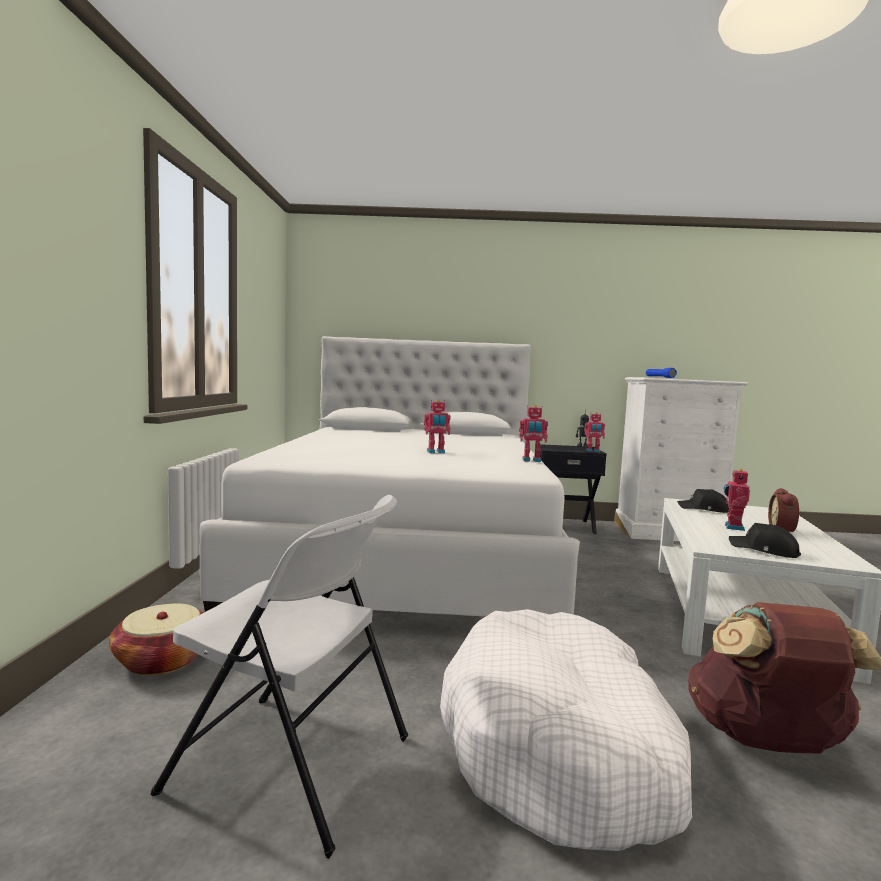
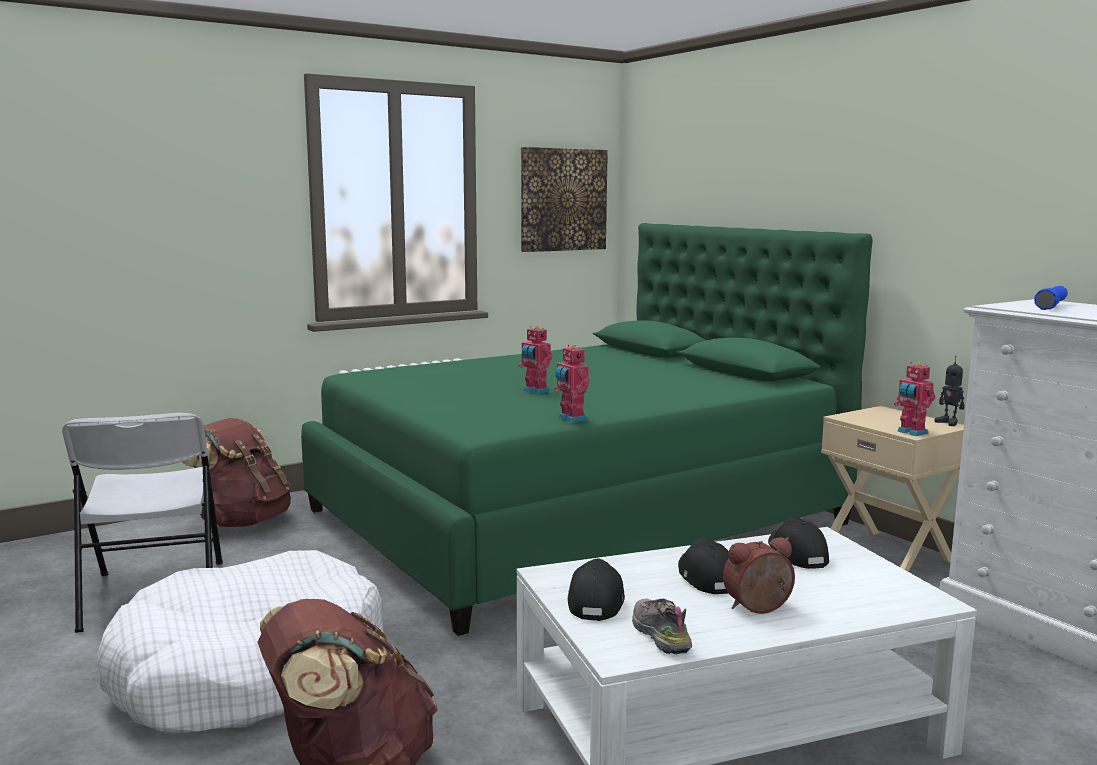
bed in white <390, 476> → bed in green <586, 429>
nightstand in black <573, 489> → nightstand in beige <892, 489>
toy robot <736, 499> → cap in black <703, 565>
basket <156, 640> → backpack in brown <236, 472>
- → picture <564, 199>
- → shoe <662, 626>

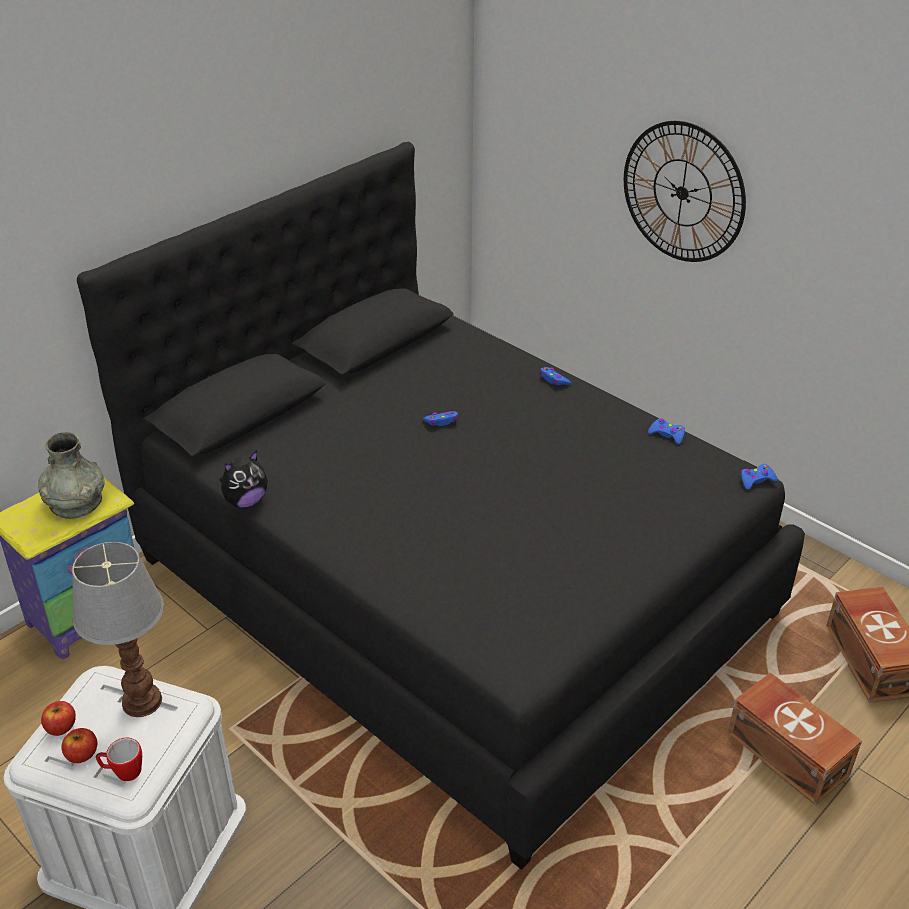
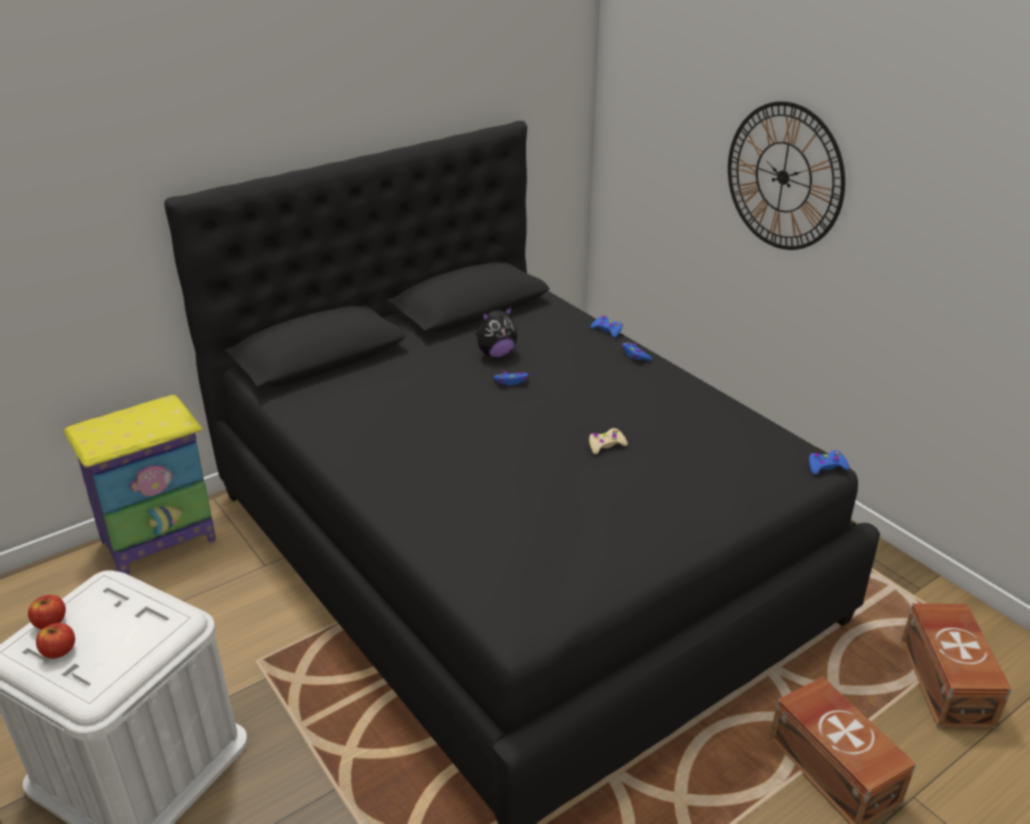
game controller in blue <666, 431> → game controller in blue <606, 327>, moved
vase in grey <71, 475> → -
plush toy <243, 479> → plush toy <497, 332>, moved
table lamp <118, 629> → -
mug <119, 759> → -
- → game controller in beige <608, 441>

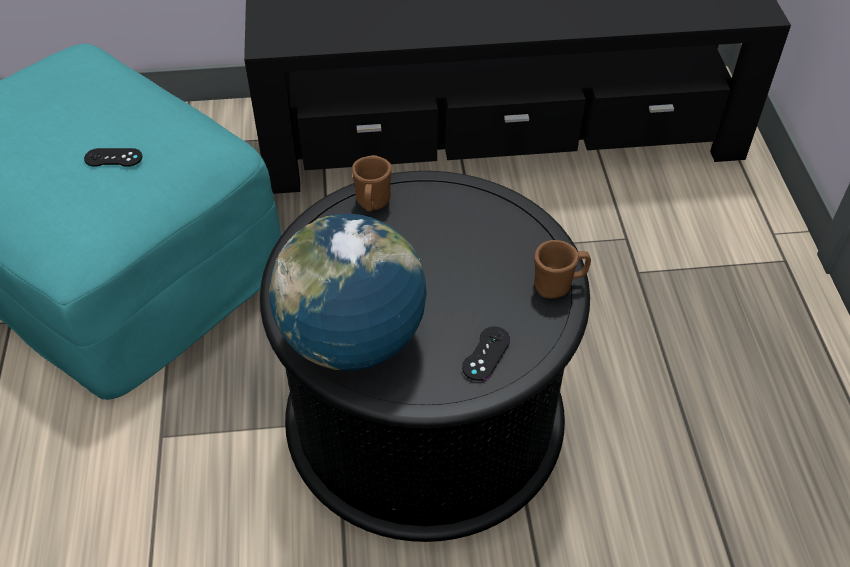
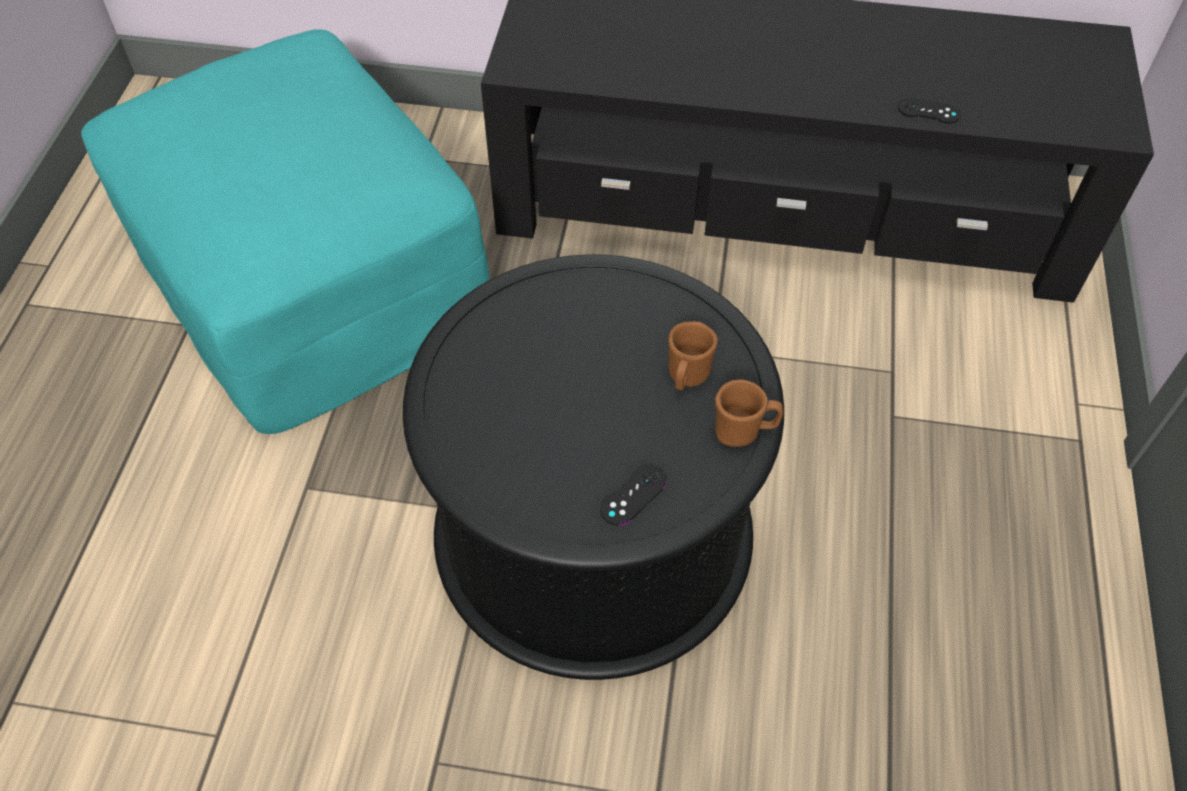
game controller in black <113, 157> → game controller in black <929, 111>, moved
mug in brown <372, 183> → mug in brown <693, 355>, moved
globe <348, 292> → -

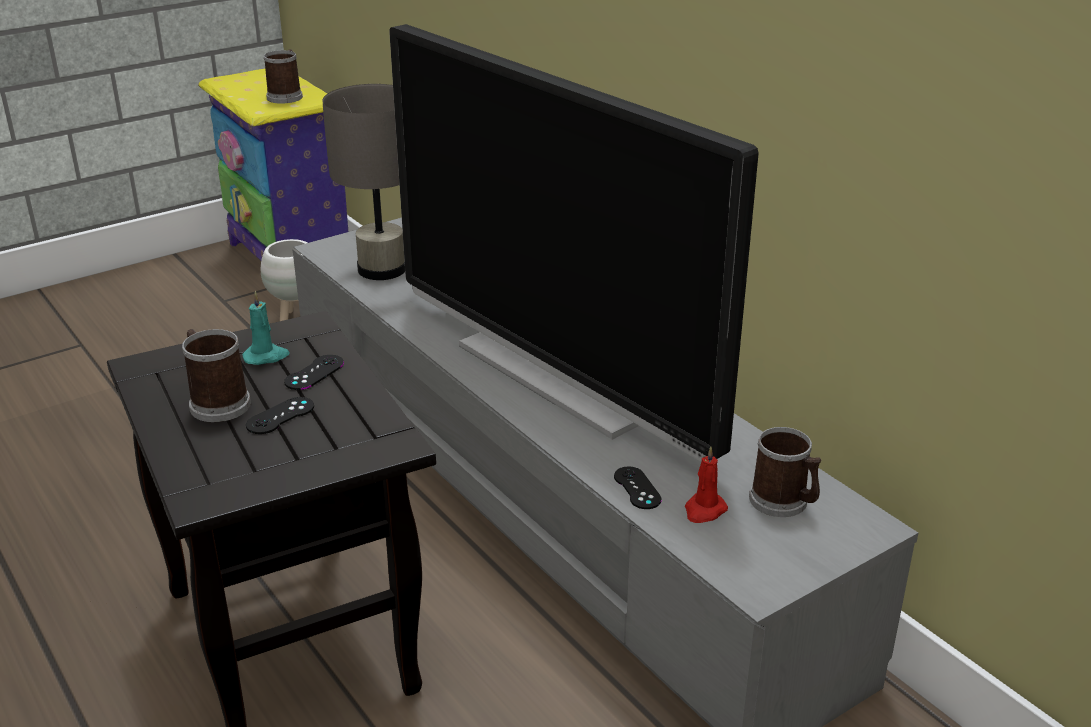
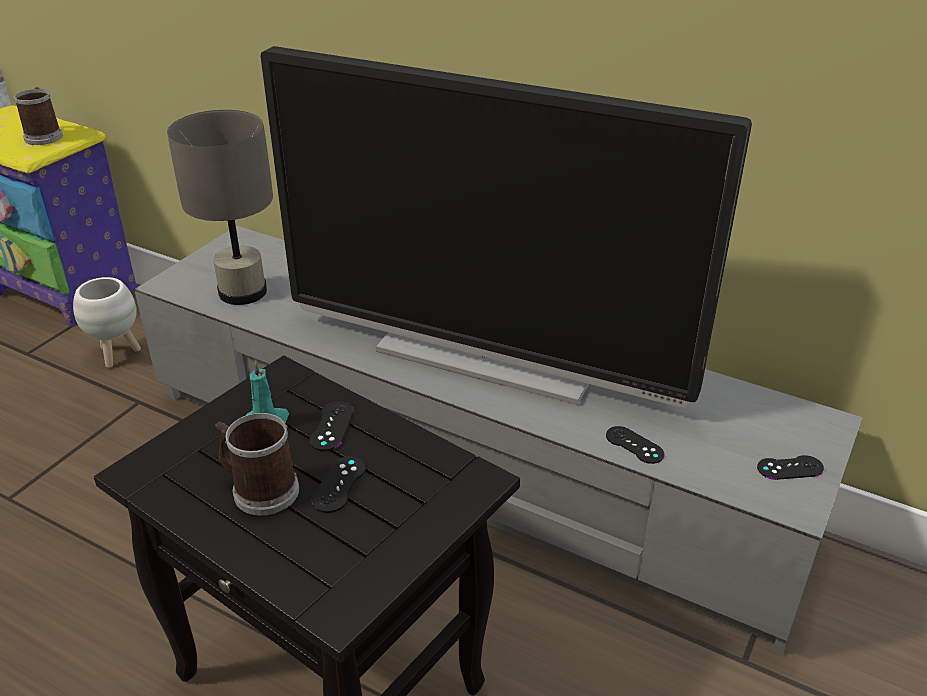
mug <785, 472> → -
candle in red <706, 484> → -
- → game controller in black <790, 467>

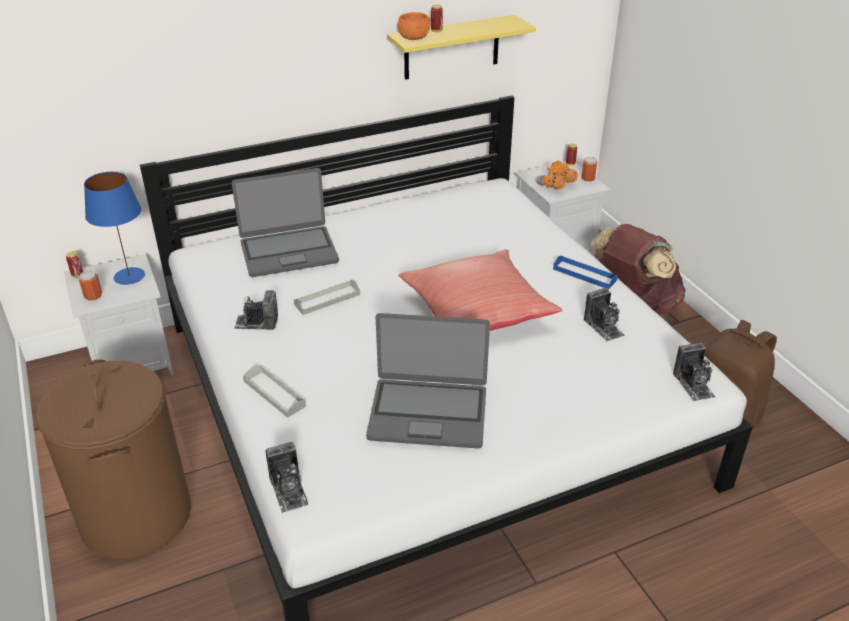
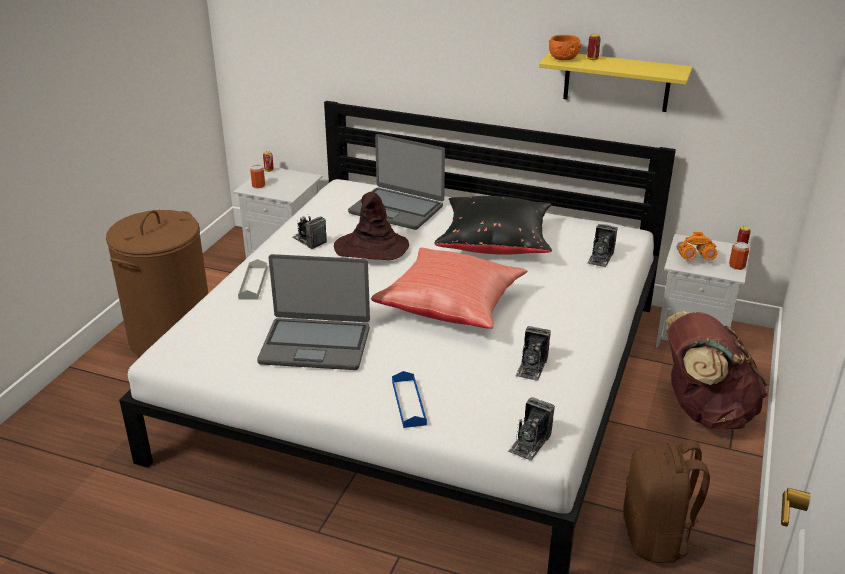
table lamp in blue <114, 228> → -
tray in blue <585, 272> → tray in blue <409, 399>, moved
tray in grey <327, 297> → hat in brown <371, 226>
laptop <428, 380> → laptop <313, 312>, 45 degrees counterclockwise
photo camera <287, 477> → photo camera <602, 245>, moved
- → pillow in black <493, 225>

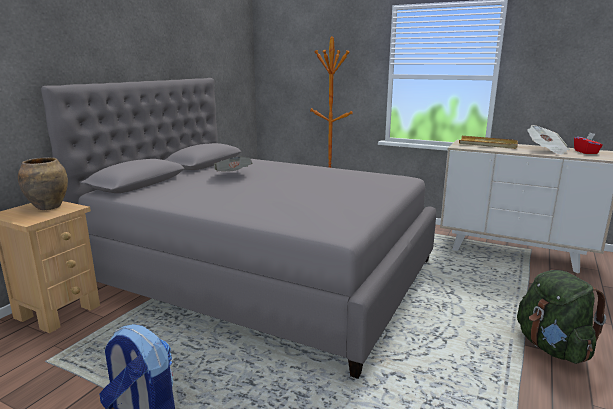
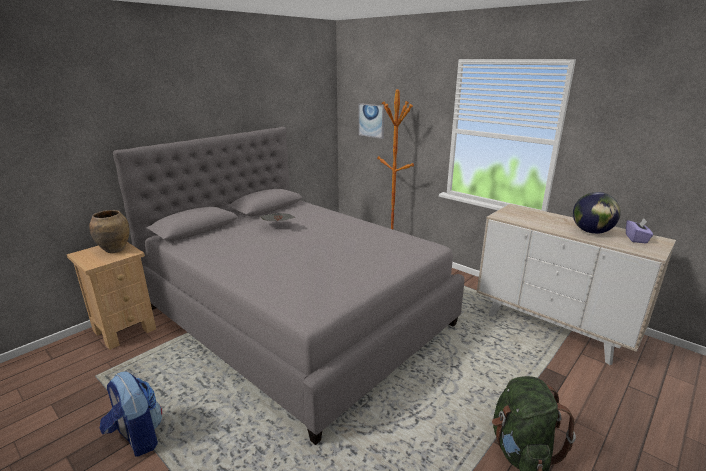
newspaper <548, 140> → globe <597, 213>
tissue box in red <588, 143> → tissue box in purple <639, 231>
tray in beige <488, 142> → -
- → picture <371, 121>

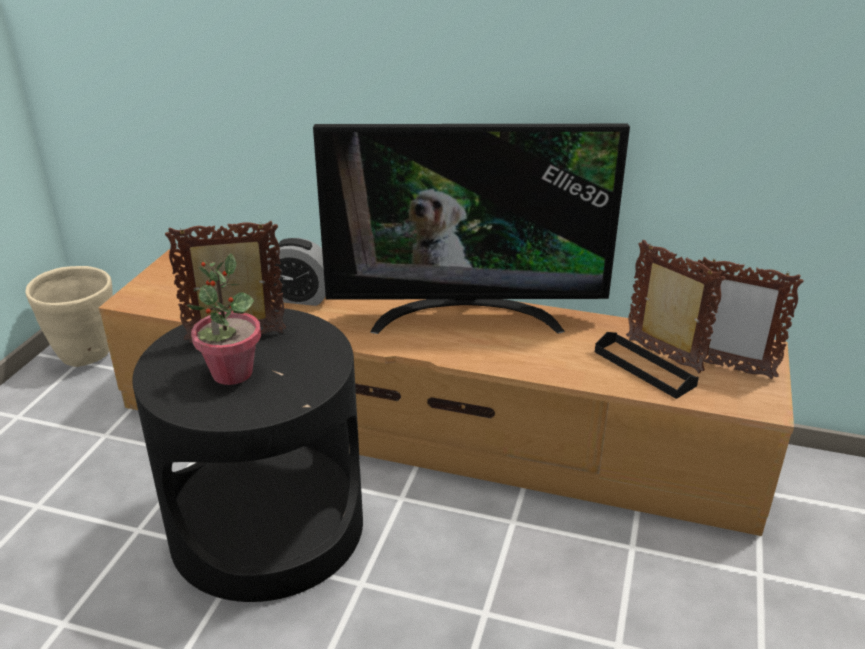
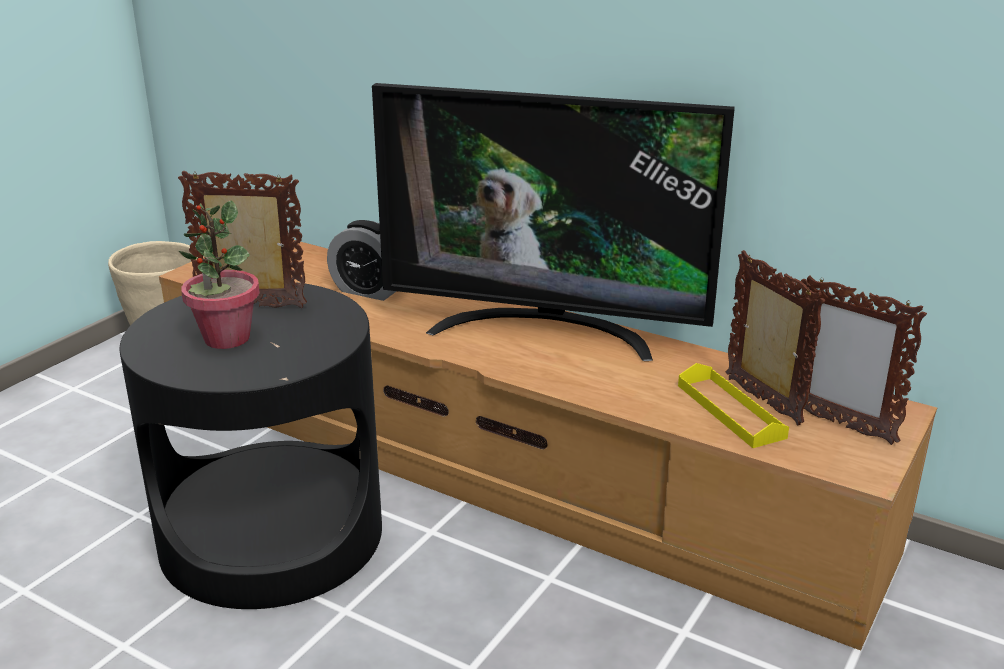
tray in black <647, 365> → tray in yellow <733, 405>

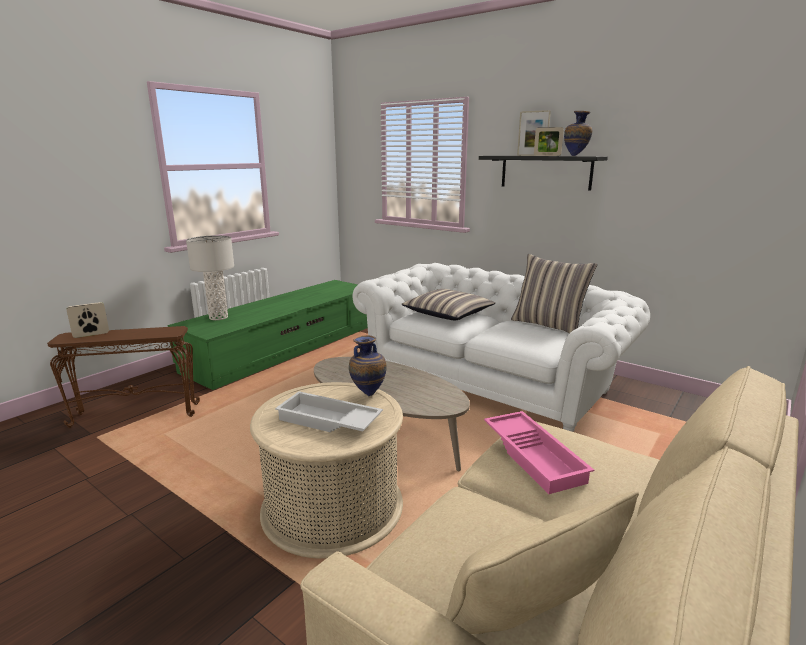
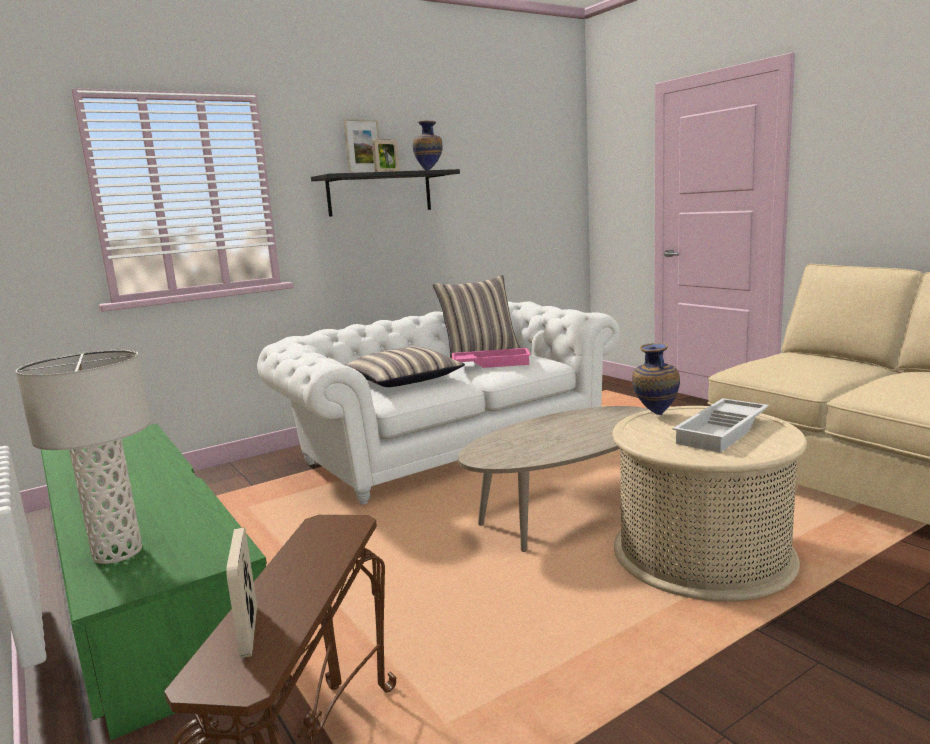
tray in pink <539, 452> → tray in pink <491, 358>, moved

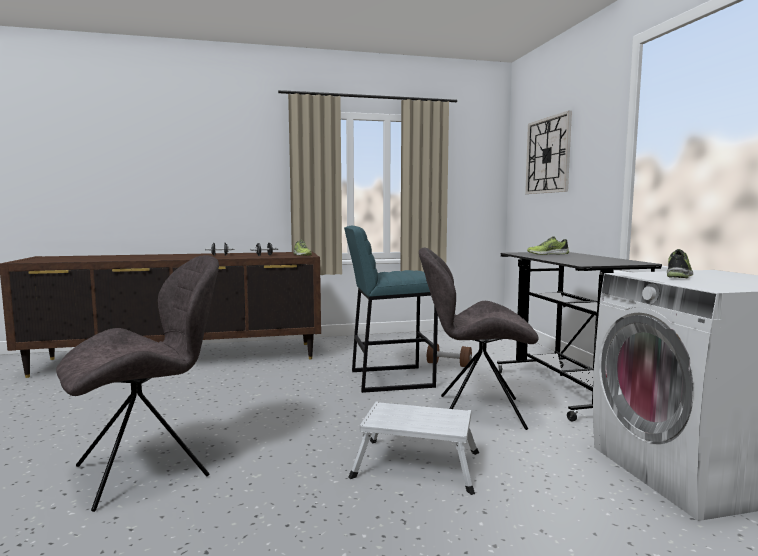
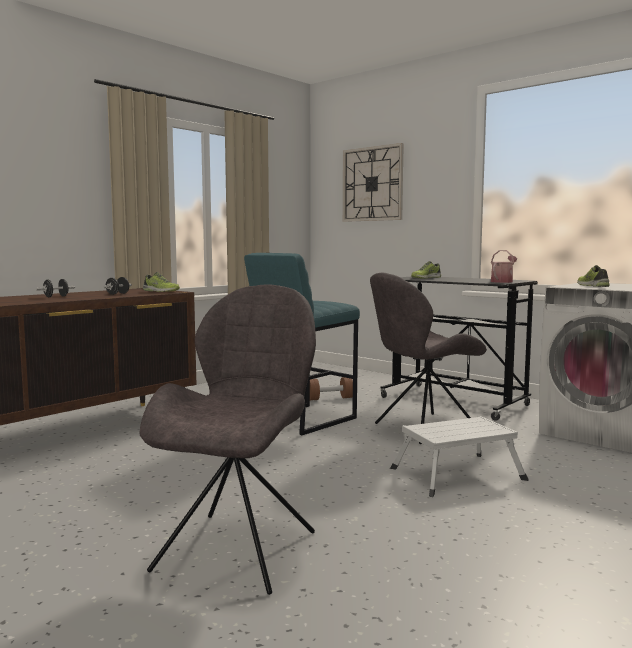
- → watering can <504, 266>

